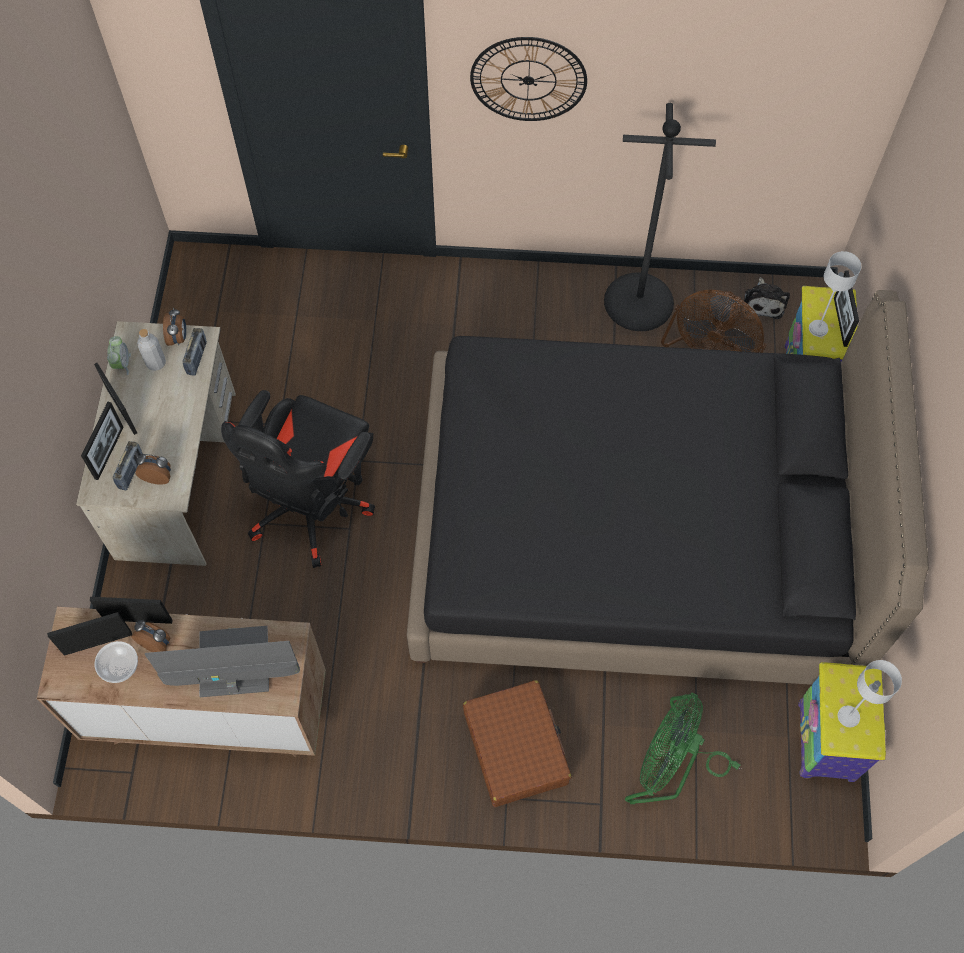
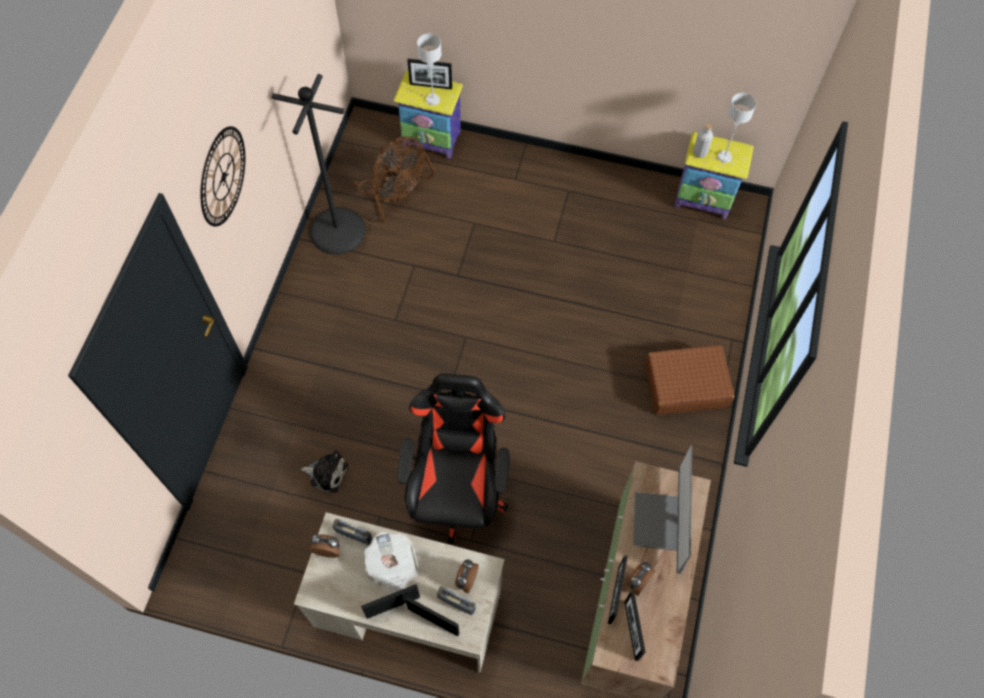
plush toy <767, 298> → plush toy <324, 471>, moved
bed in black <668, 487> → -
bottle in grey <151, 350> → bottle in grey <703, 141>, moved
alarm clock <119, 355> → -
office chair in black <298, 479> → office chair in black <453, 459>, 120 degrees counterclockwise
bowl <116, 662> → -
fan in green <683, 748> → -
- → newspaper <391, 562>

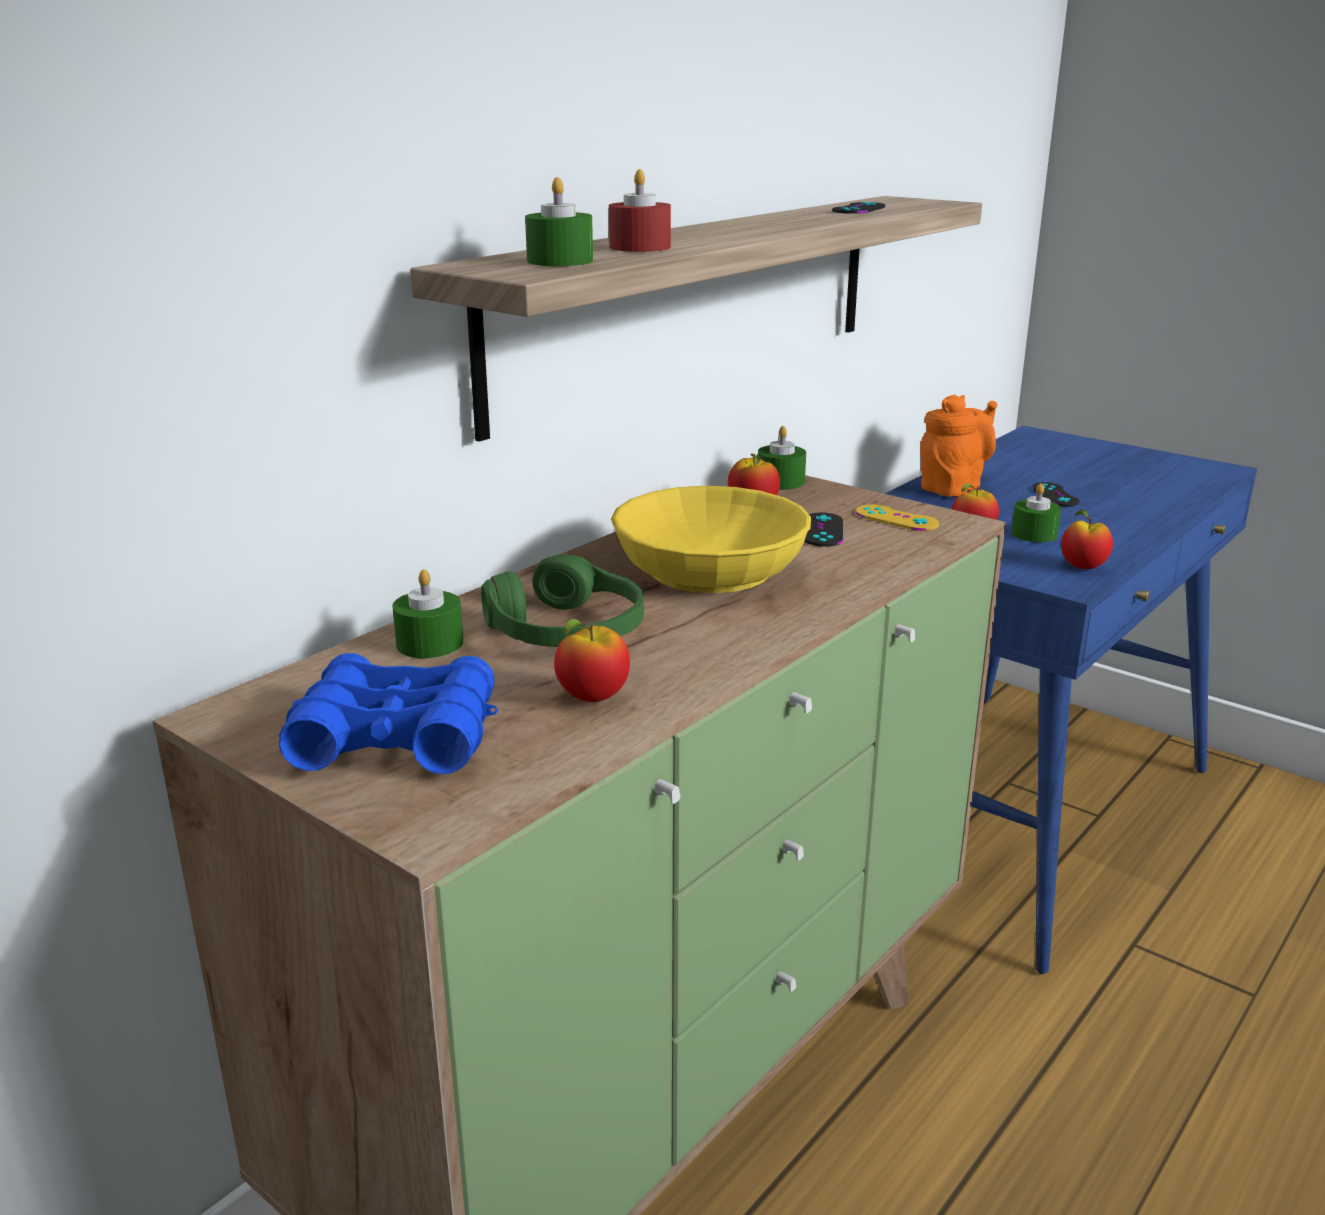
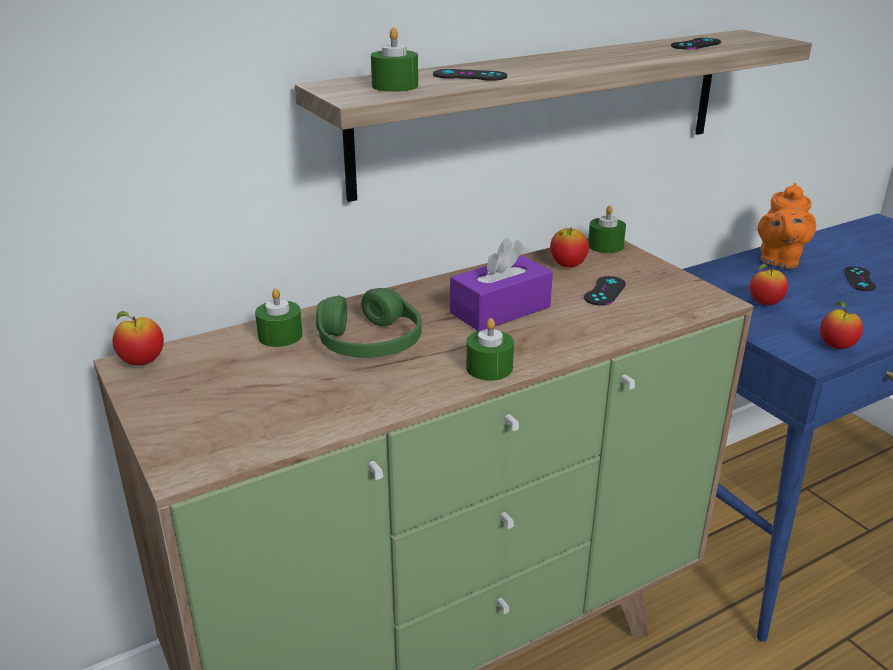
candle in red <640, 210> → game controller in black <470, 75>
teapot in orange <959, 445> → teapot in orange <787, 226>, 135 degrees clockwise
candle in green <1036, 512> → candle in green <490, 349>, moved
bowl in yellow <711, 539> → tissue box in purple <501, 284>
game controller in yellow <897, 518> → -
apple <592, 660> → apple <138, 338>, moved
binoculars in blue <388, 713> → -

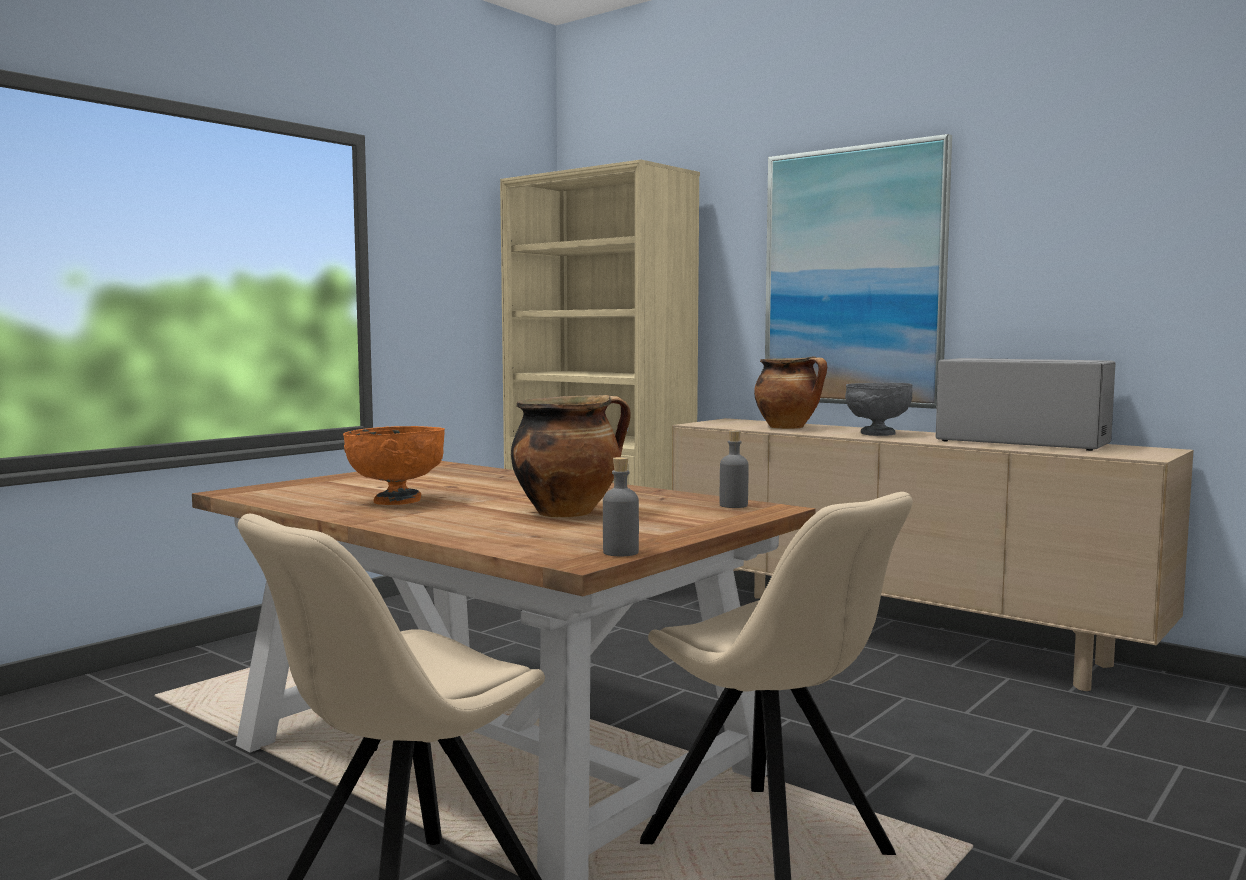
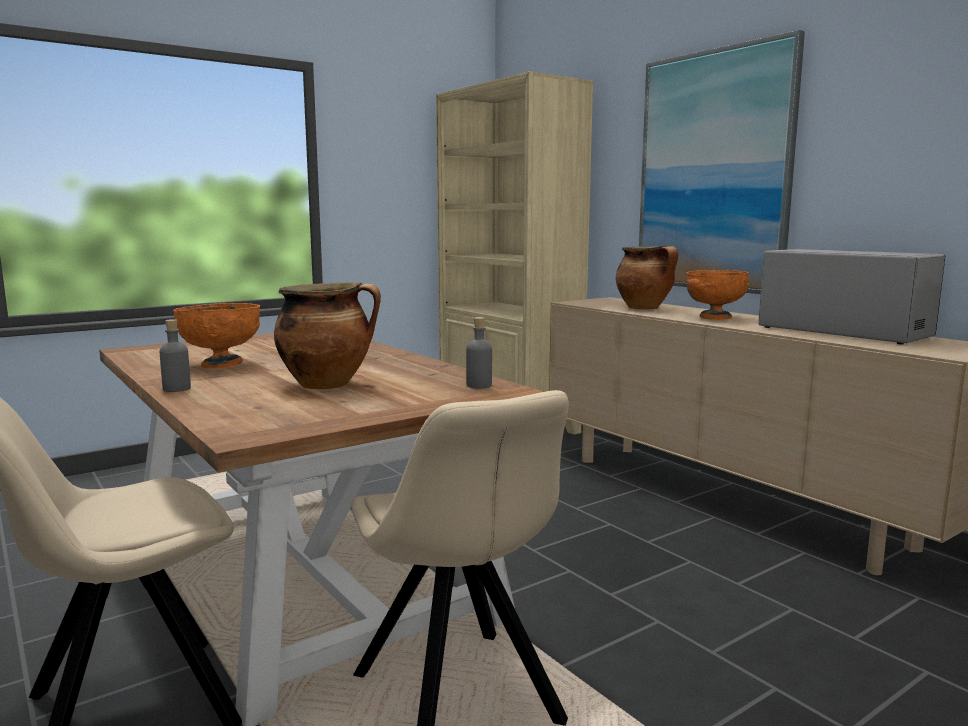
bowl in grey <879, 409> → bowl in orange <718, 295>
bottle in grey <621, 506> → bottle in grey <175, 355>, moved

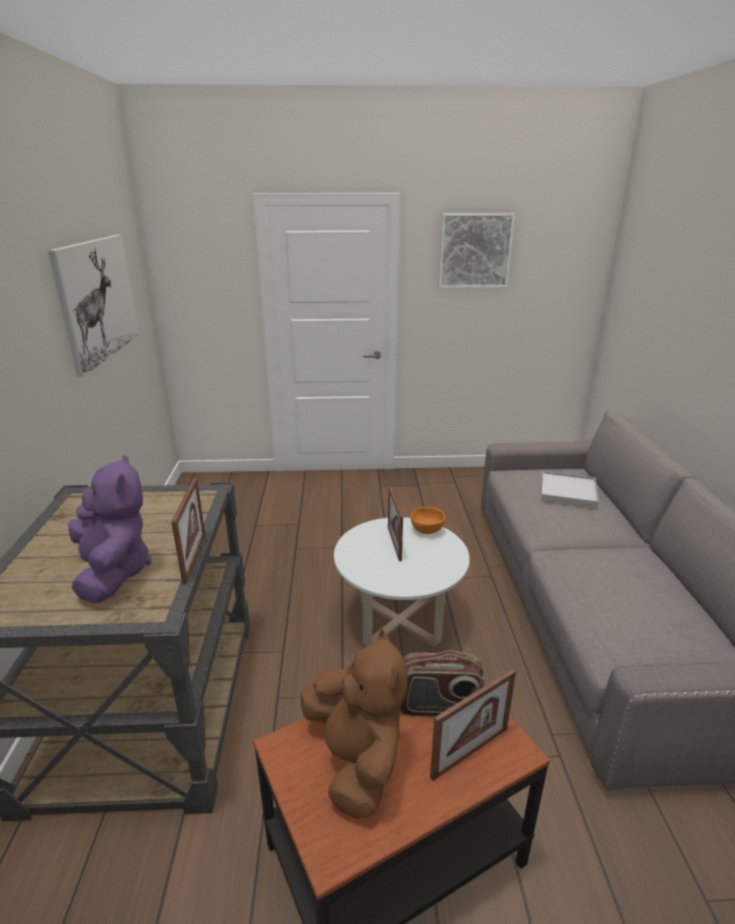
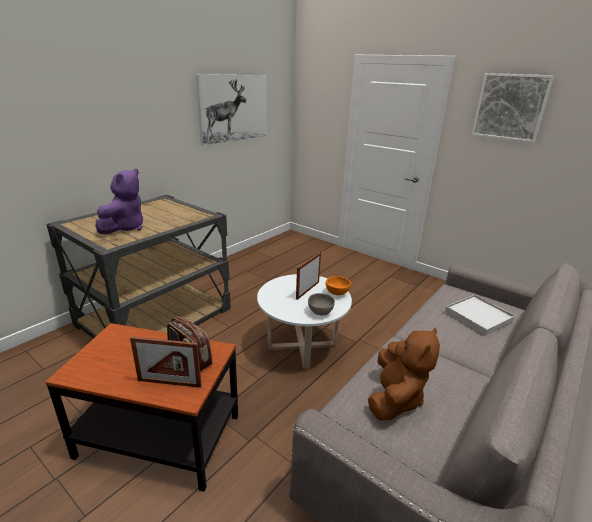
picture frame <188, 531> → -
plush toy in brown <354, 724> → plush toy in brown <404, 374>, moved
- → bowl in grey <321, 304>

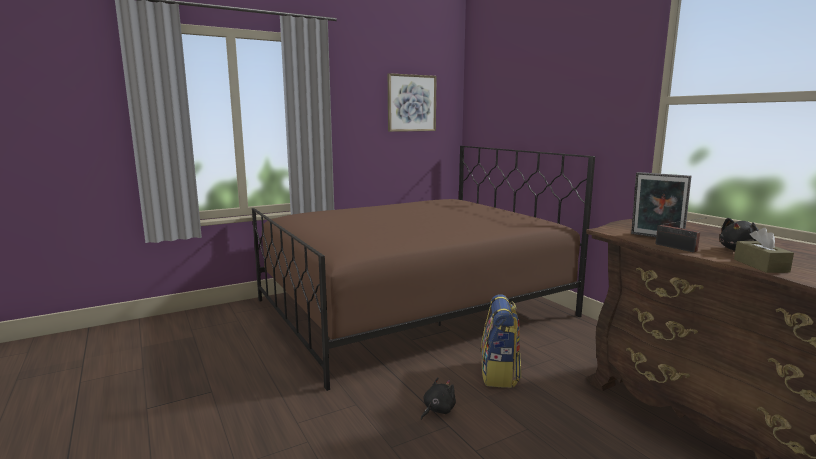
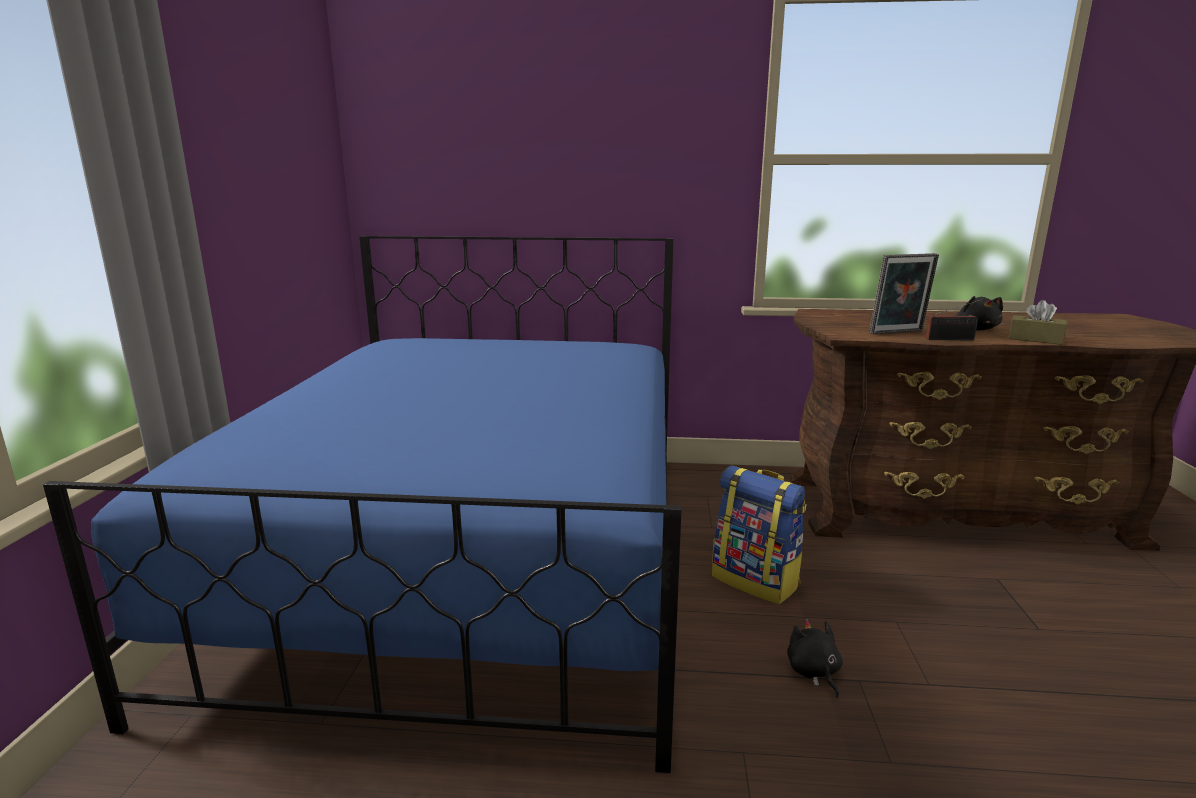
picture <412, 102> → -
bed in brown <423, 268> → bed in blue <362, 504>

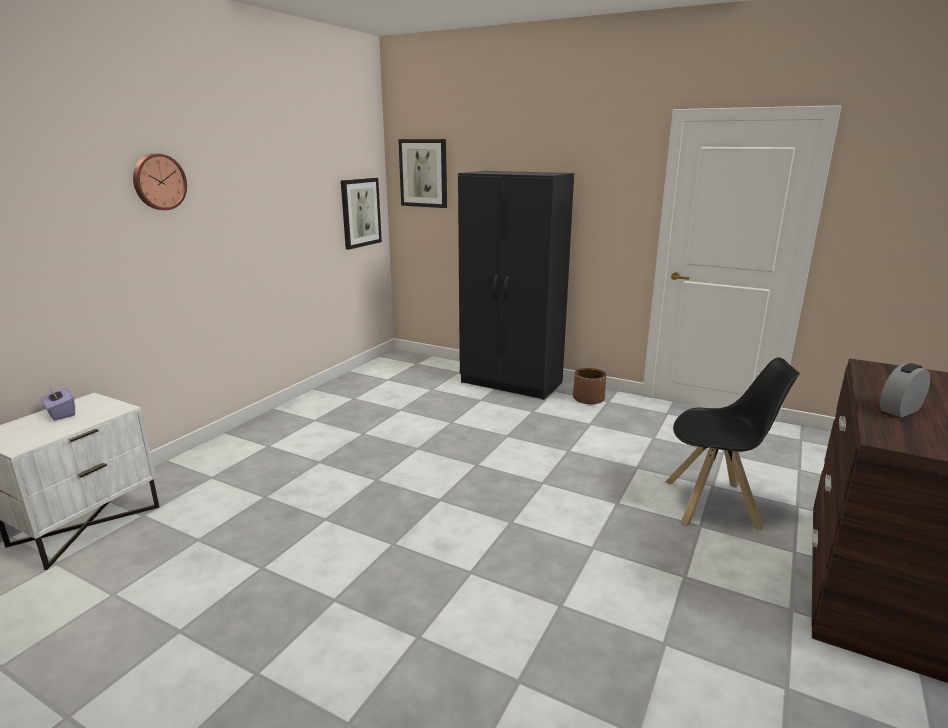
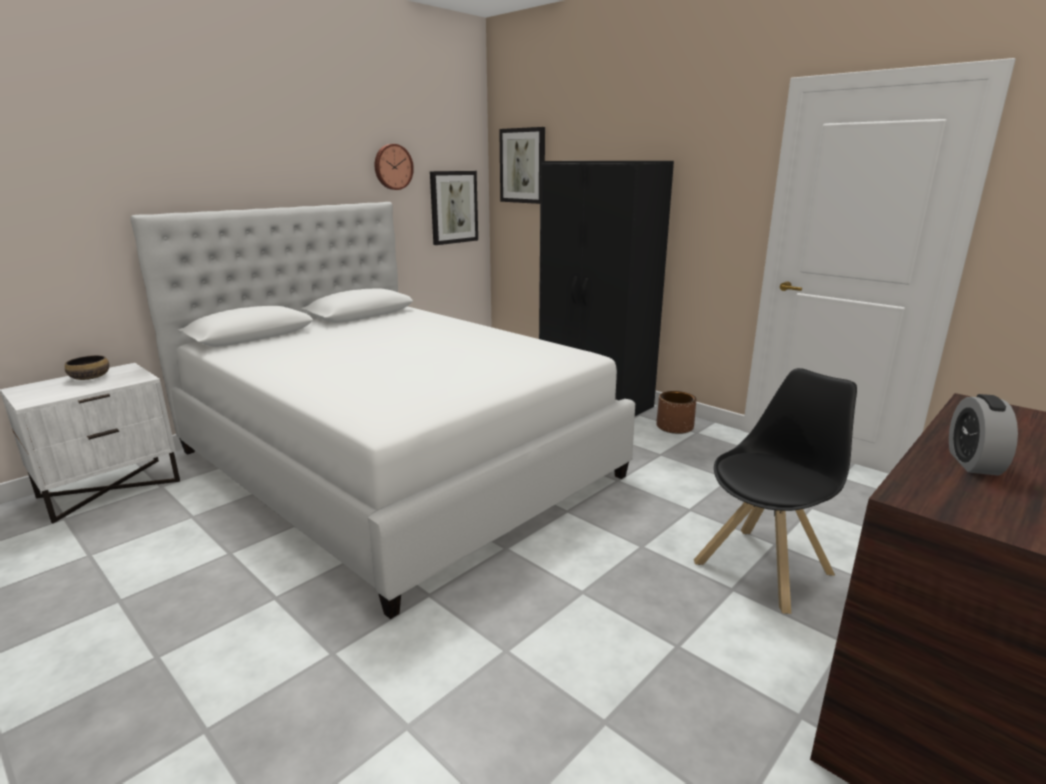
wall clock <160, 182> → wall clock <394, 167>, moved
chair in black <732, 443> → chair in black <775, 491>, 60 degrees counterclockwise
alarm clock <905, 390> → alarm clock <983, 435>, 60 degrees counterclockwise
tissue box in purple <58, 402> → bowl <87, 367>
- → bed in white <382, 410>

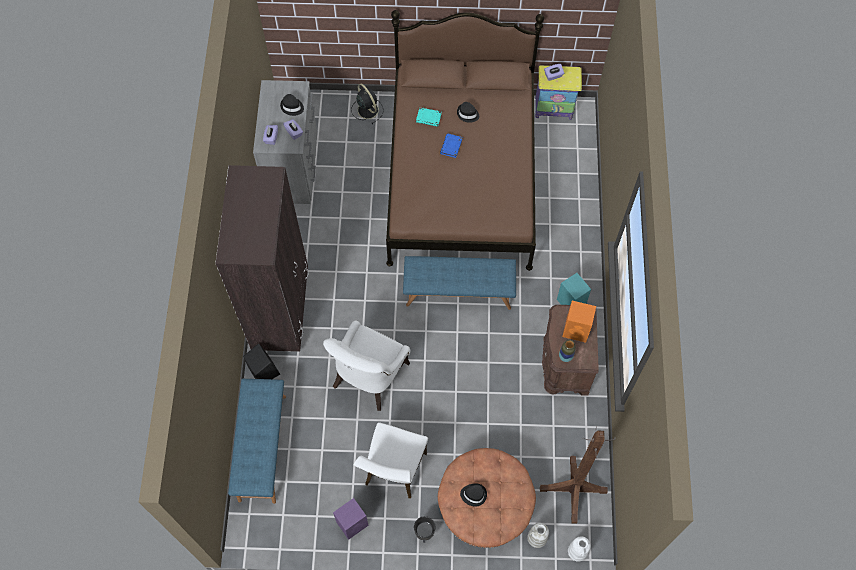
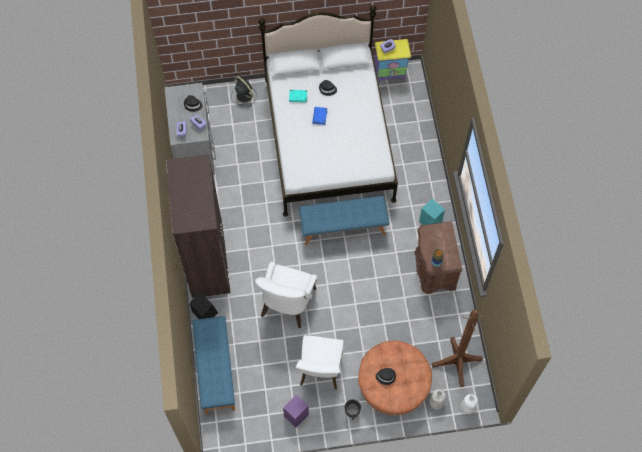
bed in brown <465, 140> → bed in white <328, 111>
speaker in orange <579, 322> → -

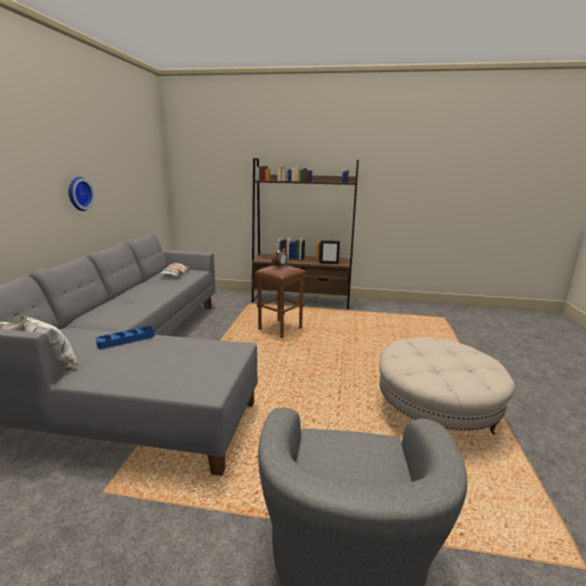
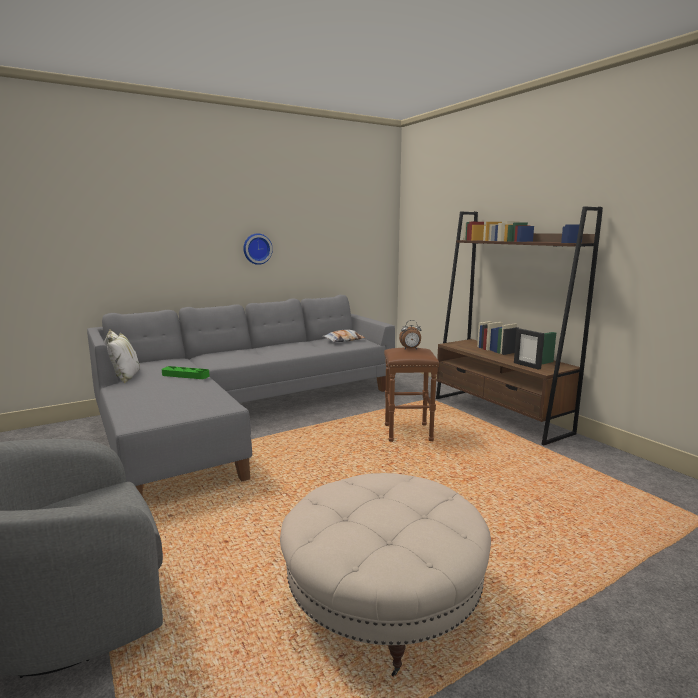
tray in blue <125, 337> → tray in green <186, 372>

